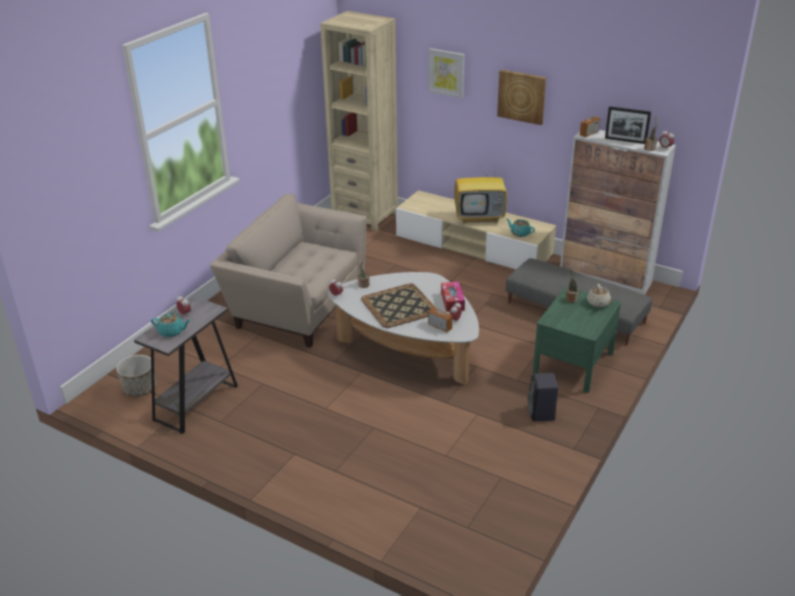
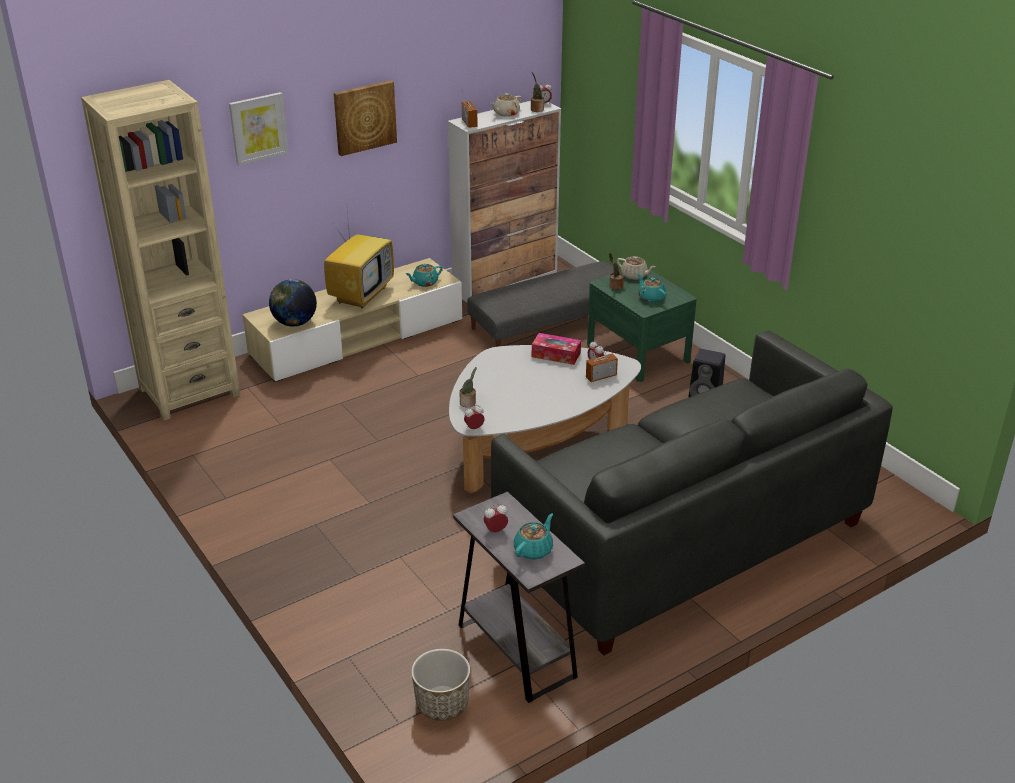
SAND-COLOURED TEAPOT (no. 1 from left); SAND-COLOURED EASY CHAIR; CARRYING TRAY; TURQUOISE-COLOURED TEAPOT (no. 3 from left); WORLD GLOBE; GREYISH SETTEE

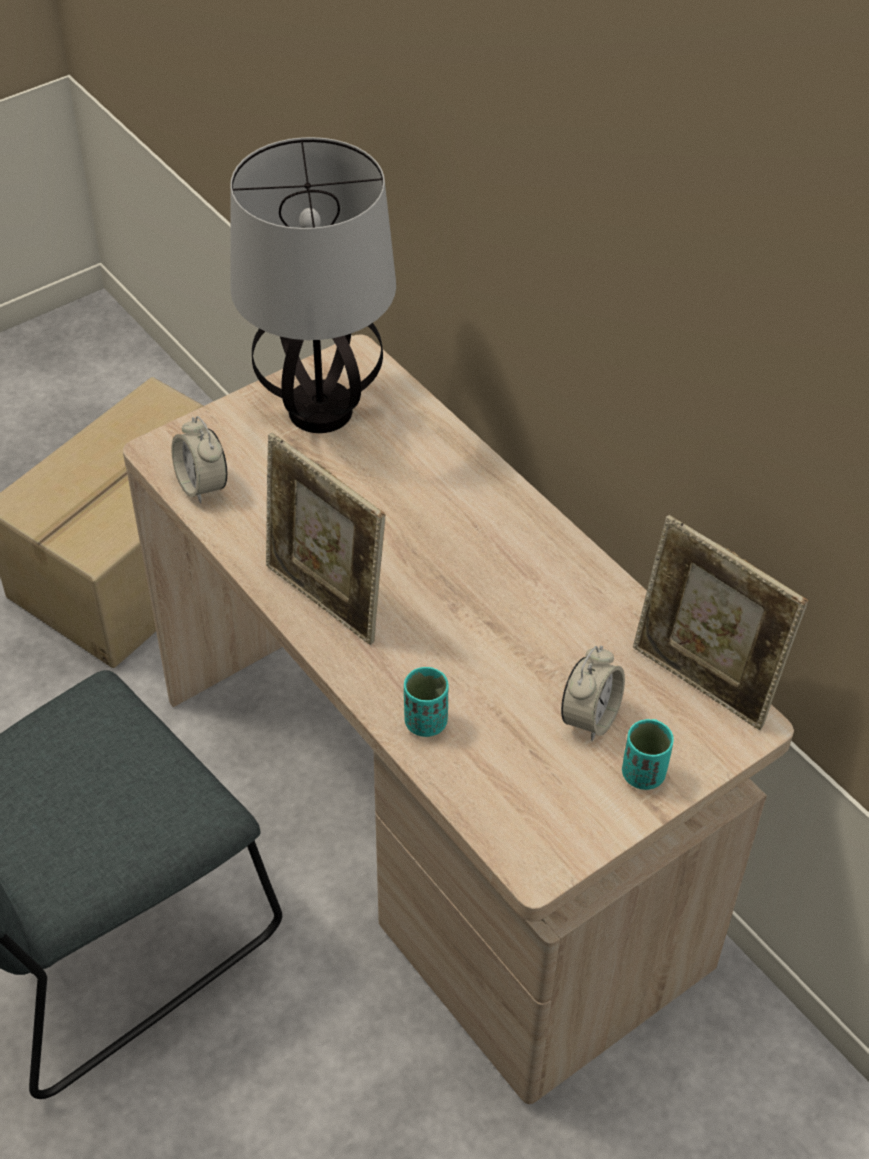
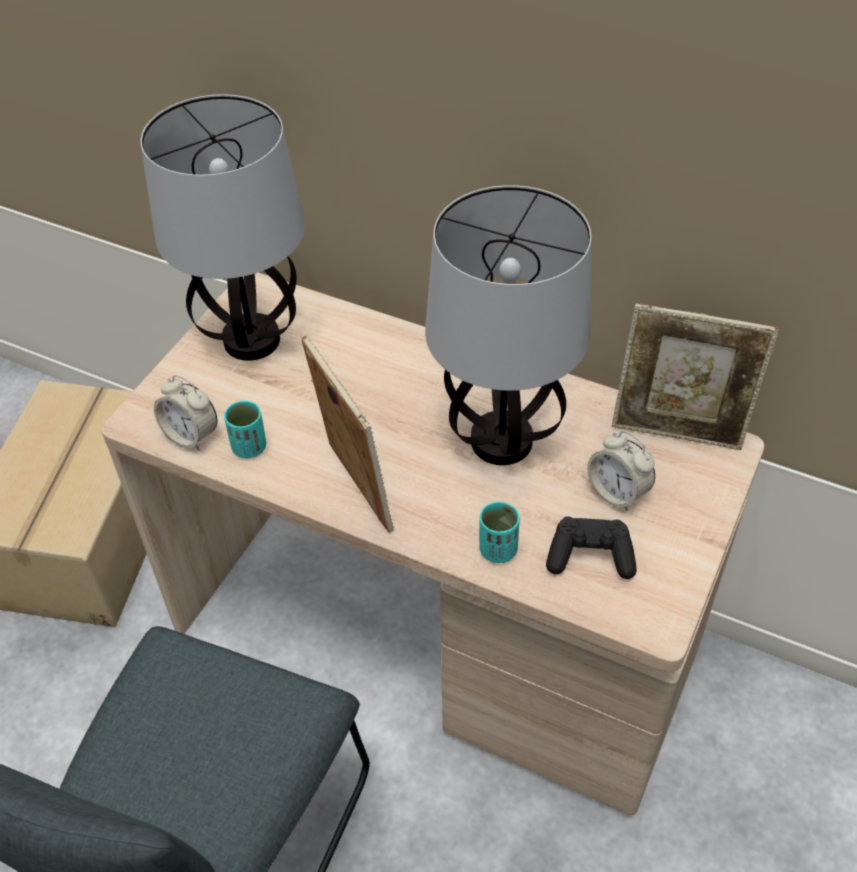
PICTURE FRAME (no. 1 from left); BEDSIDE CLOCK (no. 2 from left); TURQUOISE-COLOURED CUP (no. 1 from left); TABLE LAMP (no. 2 from left); BLACK-COLOURED GAMEPAD

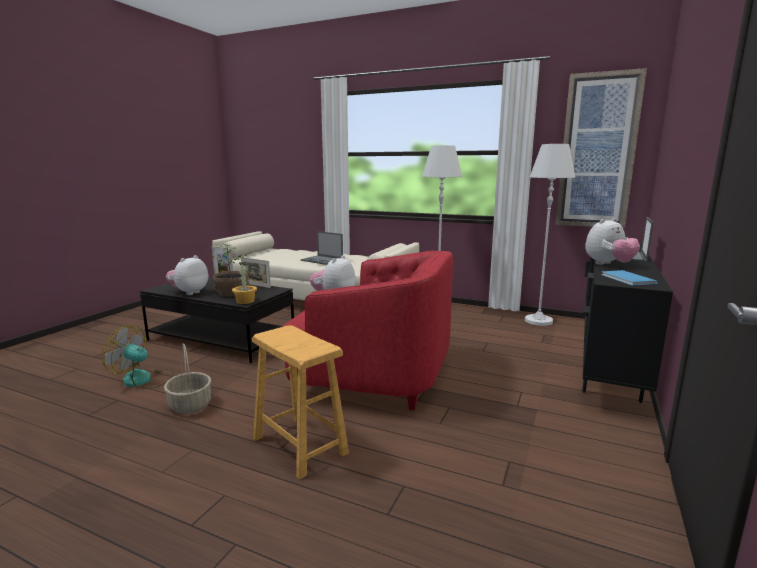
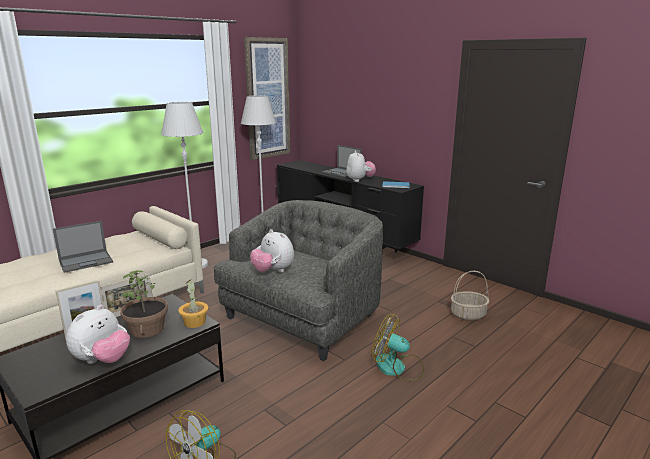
GREYISH EASY CHAIR; CUDDLY TOY (no. 1 from left); COOLING FAN (no. 2 from left); STORAGE BASKET

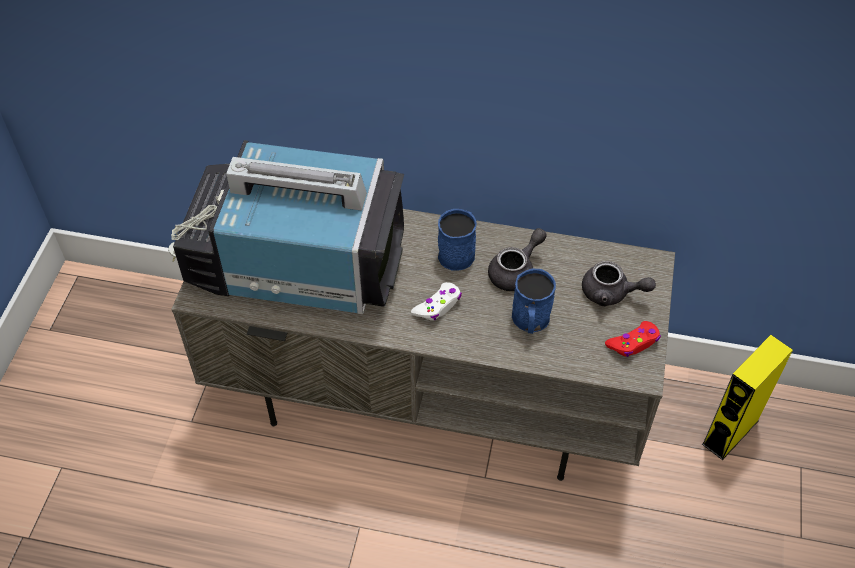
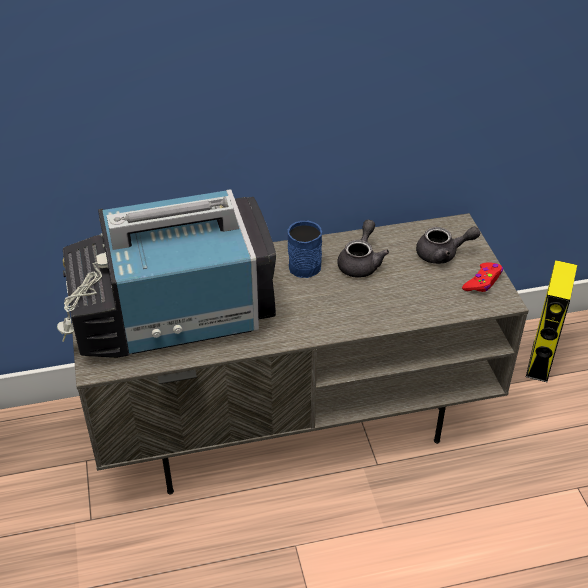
BLUE COFFEE MUG (no. 2 from left in the first image); WHITE GAMEPAD

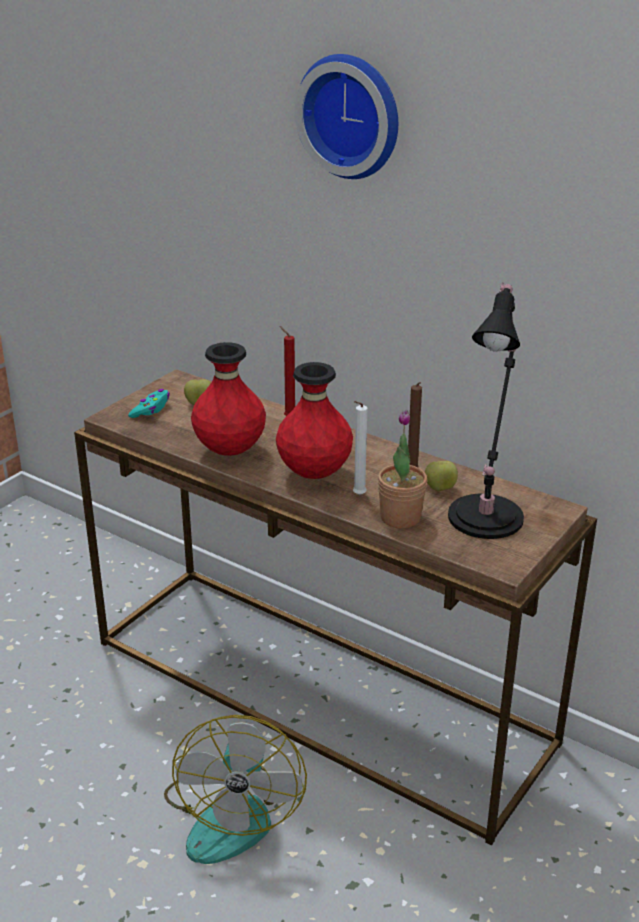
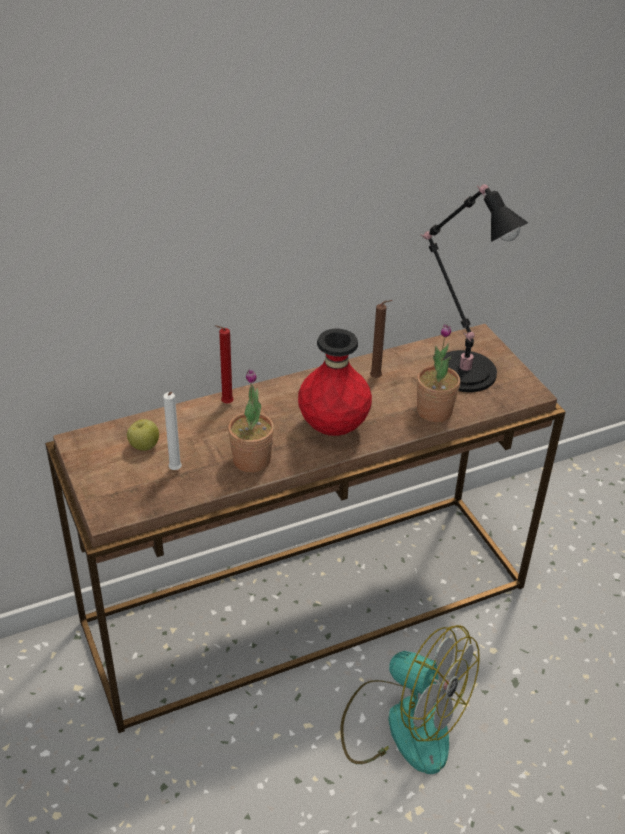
CLOCK ON THE WALL; PLANT IN A POT (no. 1 from left); TURQUOISE-COLOURED GAMEPAD; WHITE WAX CANDLE; APPLE (no. 2 from left in the first image)

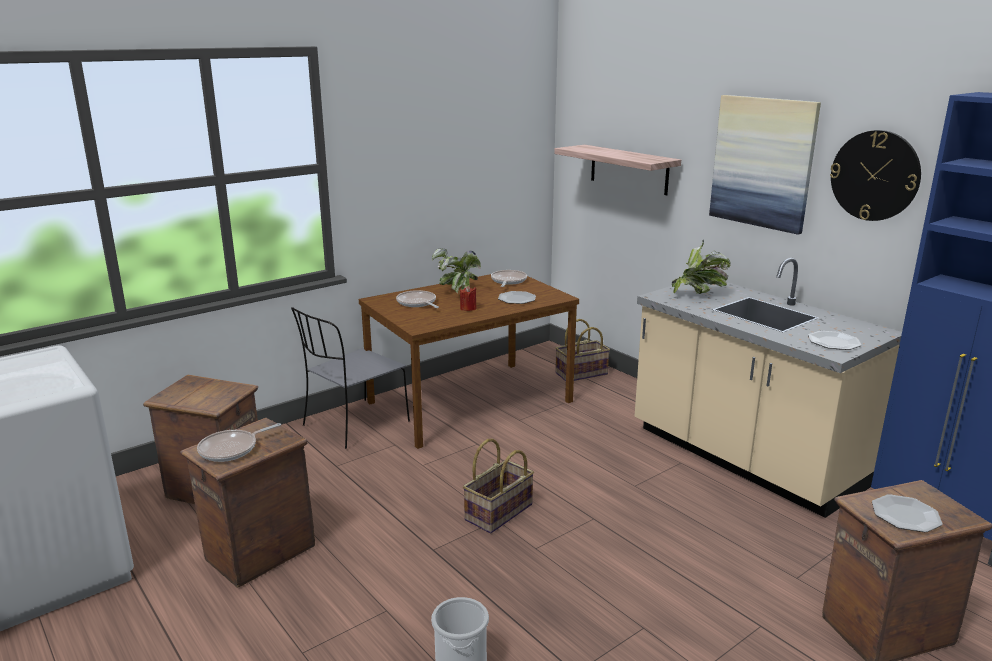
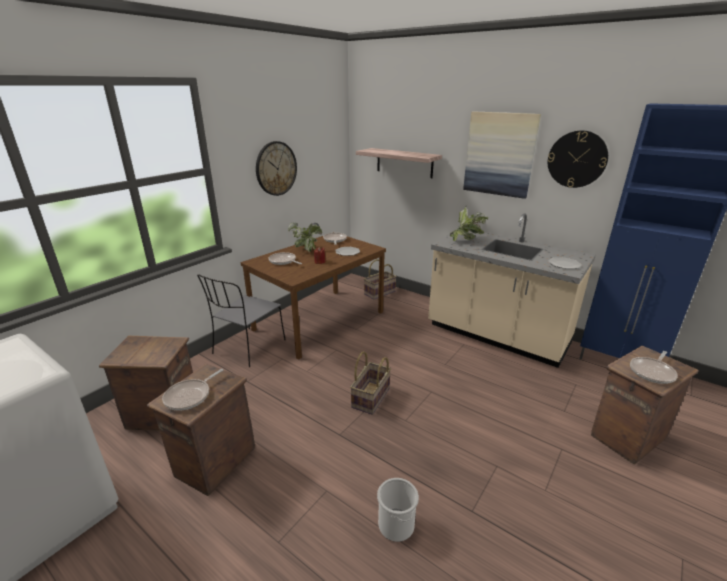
FRYING PAN (no. 4 from left); CLOCK ON THE WALL (no. 1 from left)

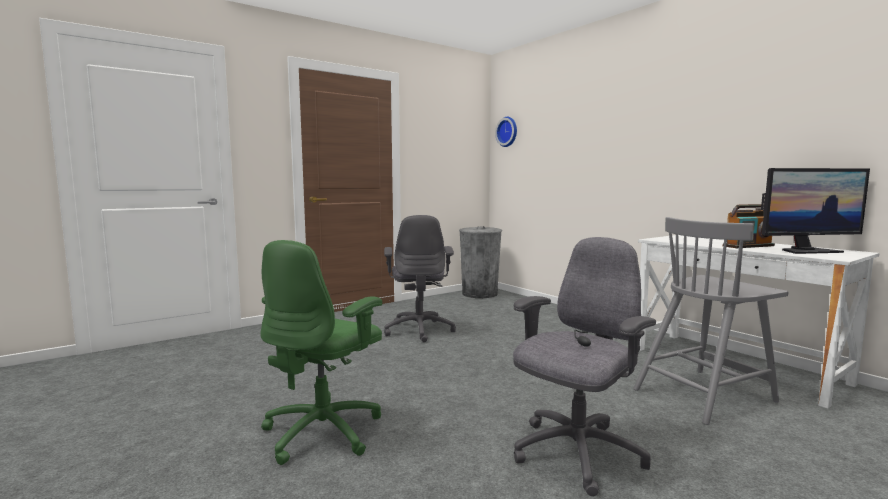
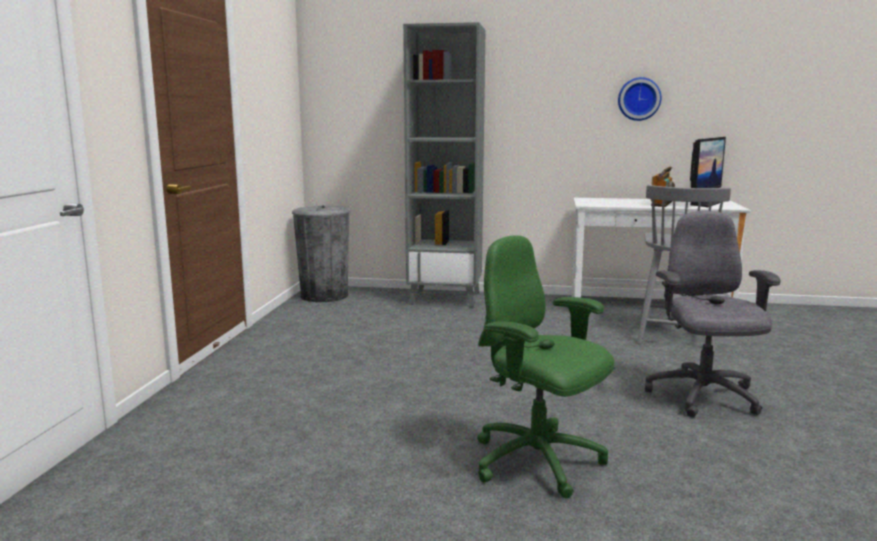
CLOCK ON THE WALL; GREYISH COMPUTER CHAIR (no. 1 from left in the first image); GREEN-COLOURED COMPUTER CHAIR; GREYISH SHELVING UNIT

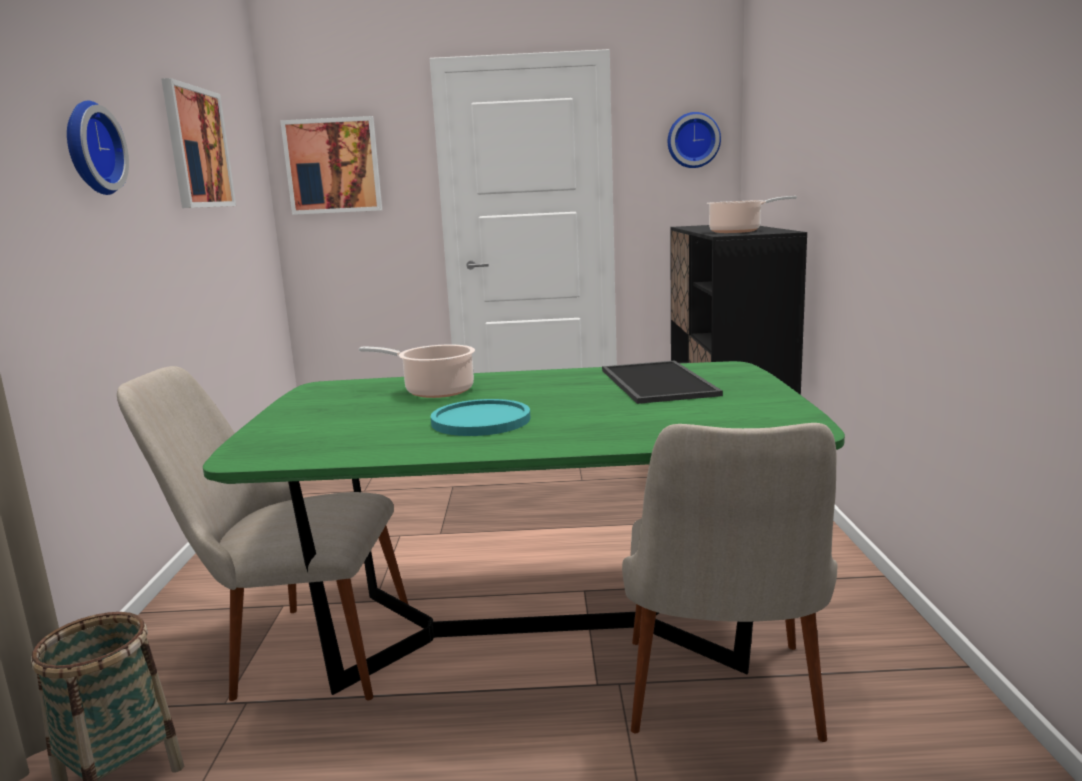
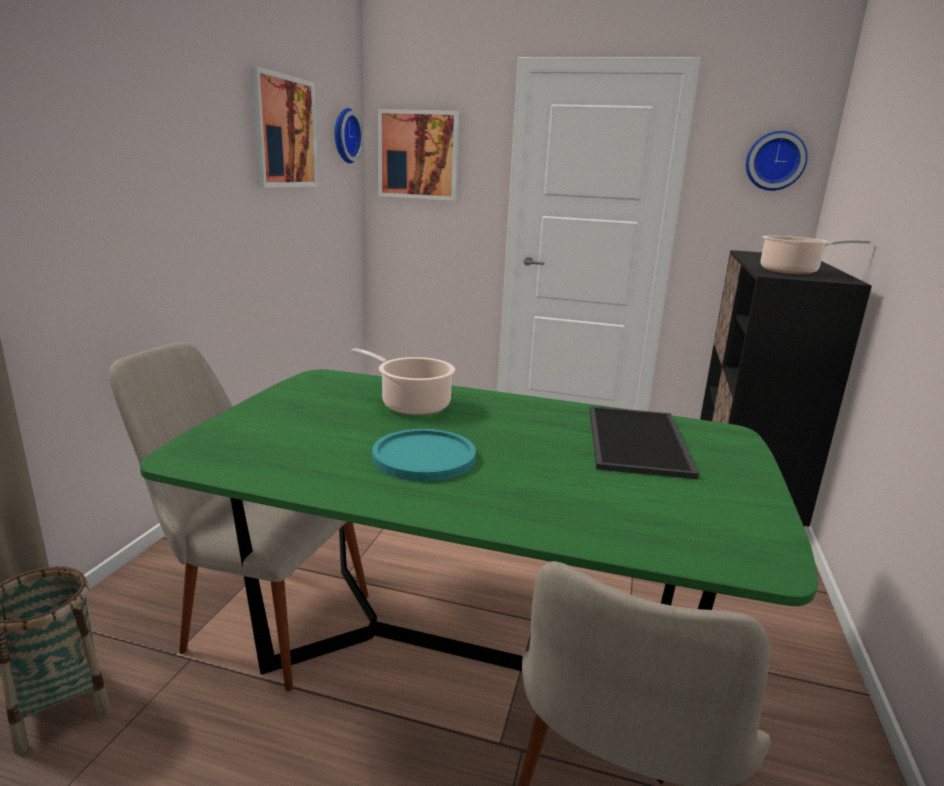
CLOCK ON THE WALL (no. 1 from left)

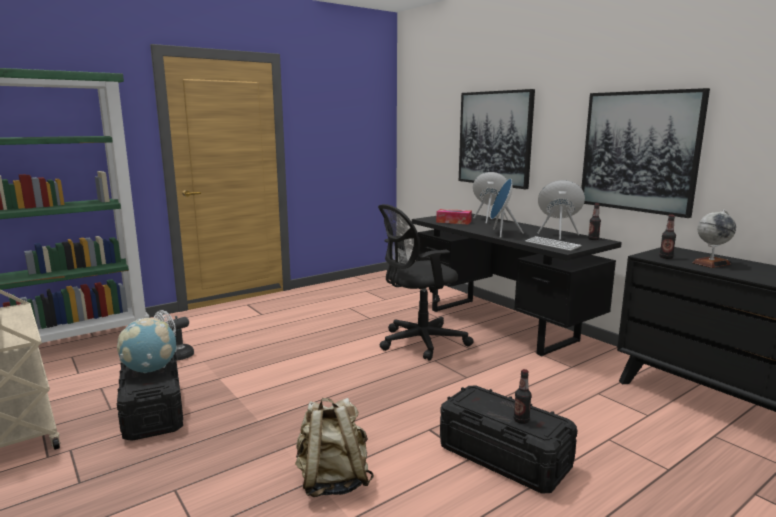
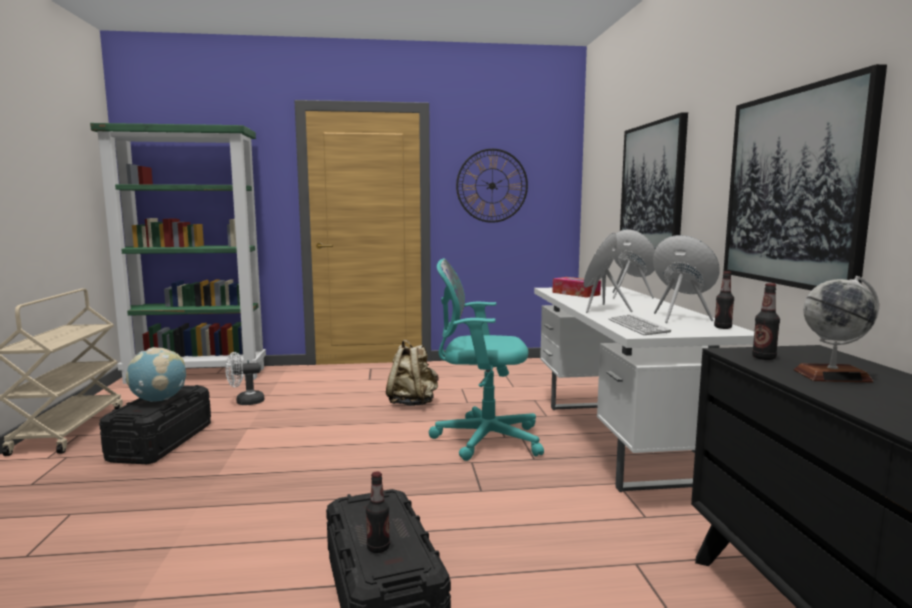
TURQUOISE-COLOURED COMPUTER CHAIR; WHITE DESK TABLE; SAND-COLOURED KNAPSACK; CLOCK ON THE WALL

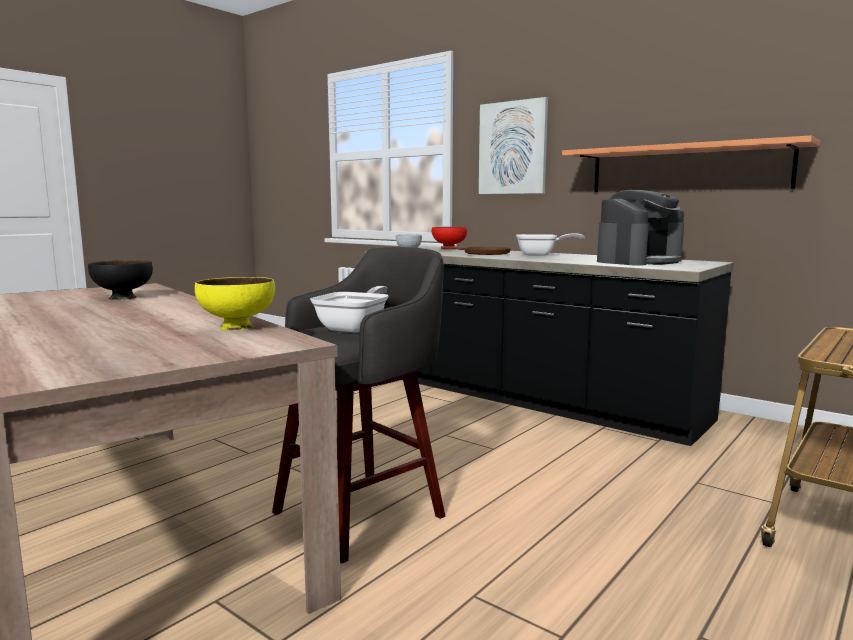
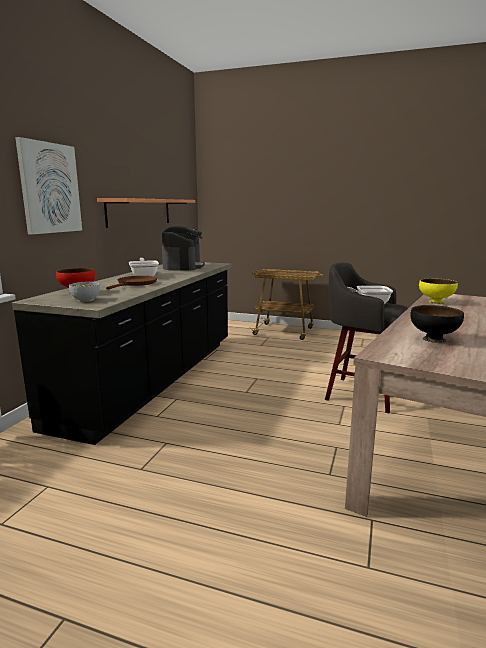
COFFEE MACHINE

